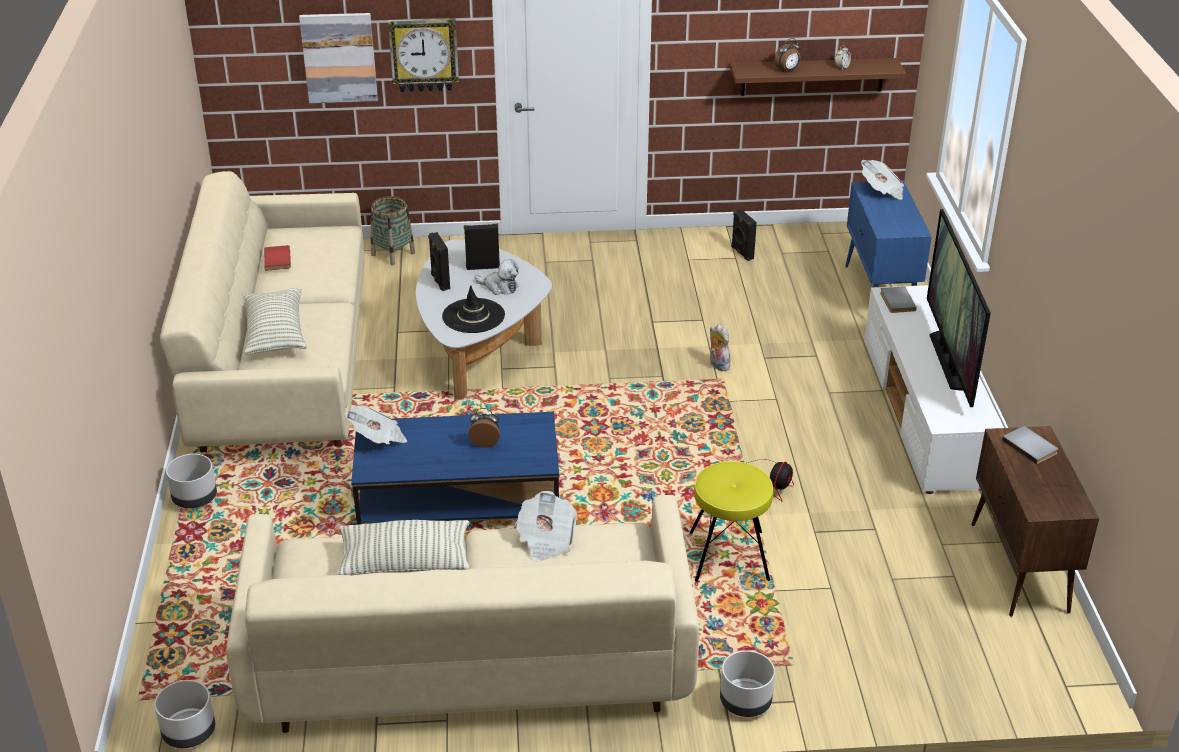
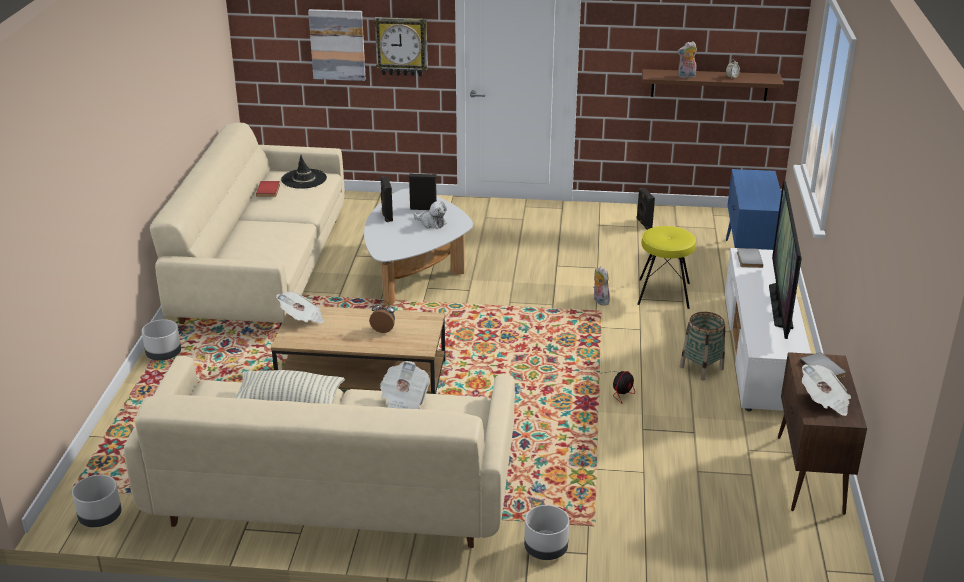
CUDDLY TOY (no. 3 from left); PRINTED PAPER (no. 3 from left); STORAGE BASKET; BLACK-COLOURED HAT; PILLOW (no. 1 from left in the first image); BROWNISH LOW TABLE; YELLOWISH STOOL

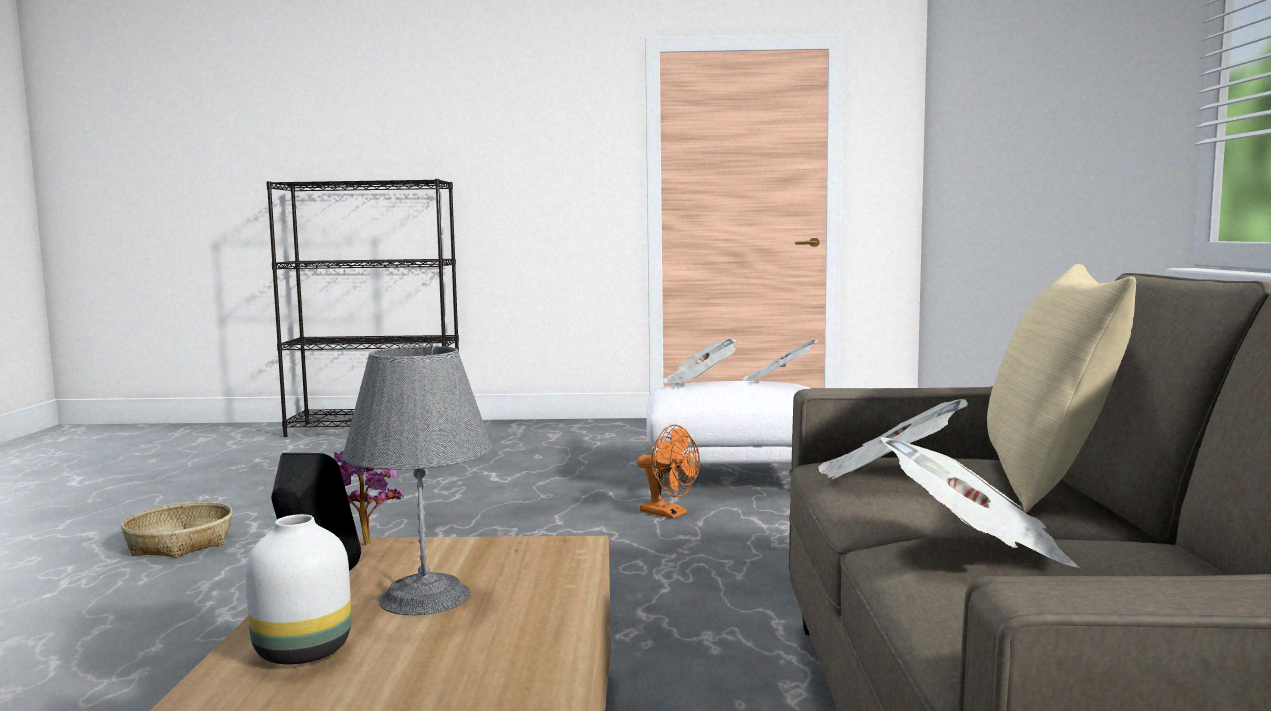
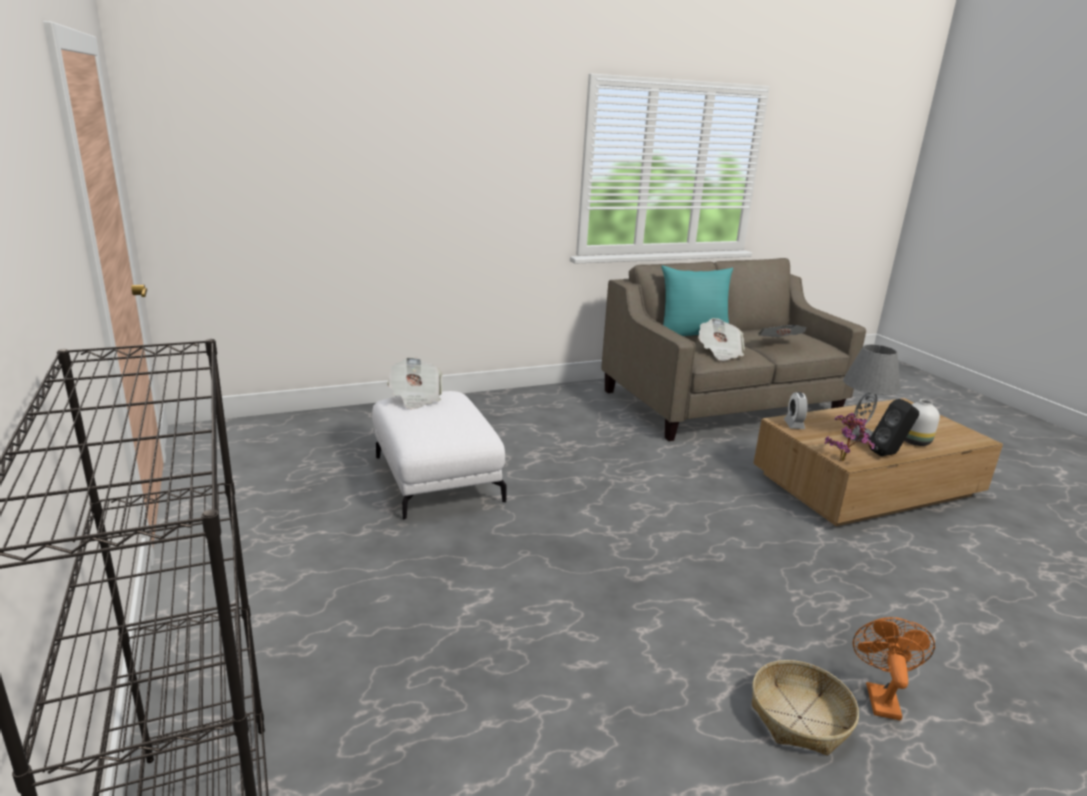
TURQUOISE-COLOURED PILLOW; PRINTED PAPER (no. 1 from left in the first image); ORANGE COOLING FAN; BEDSIDE CLOCK

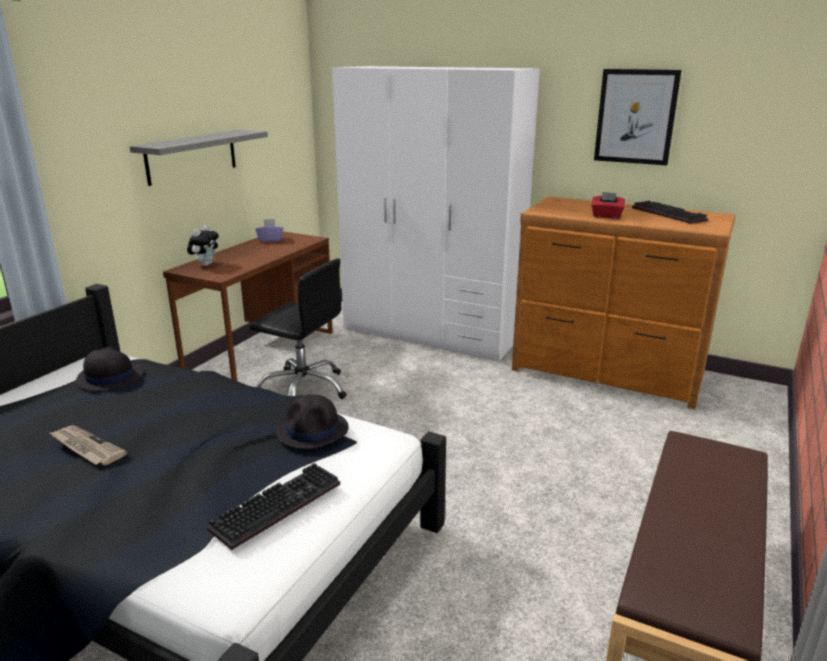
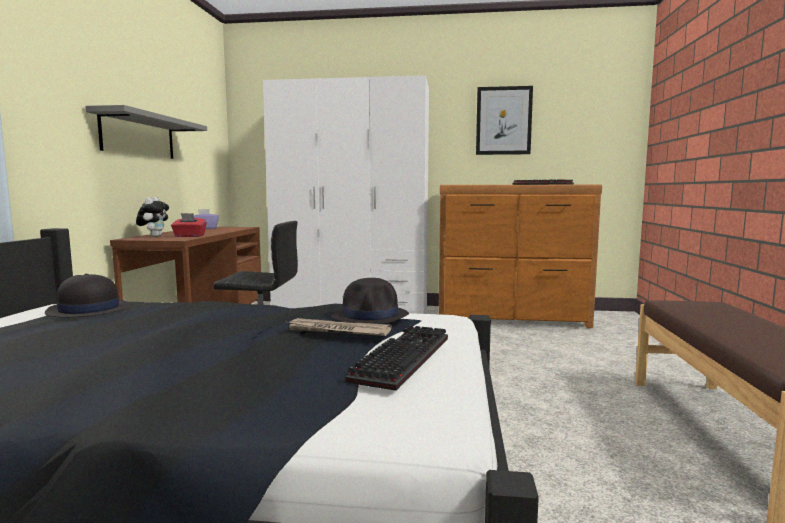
RED TISSUE BOX; PRINTED PAPER

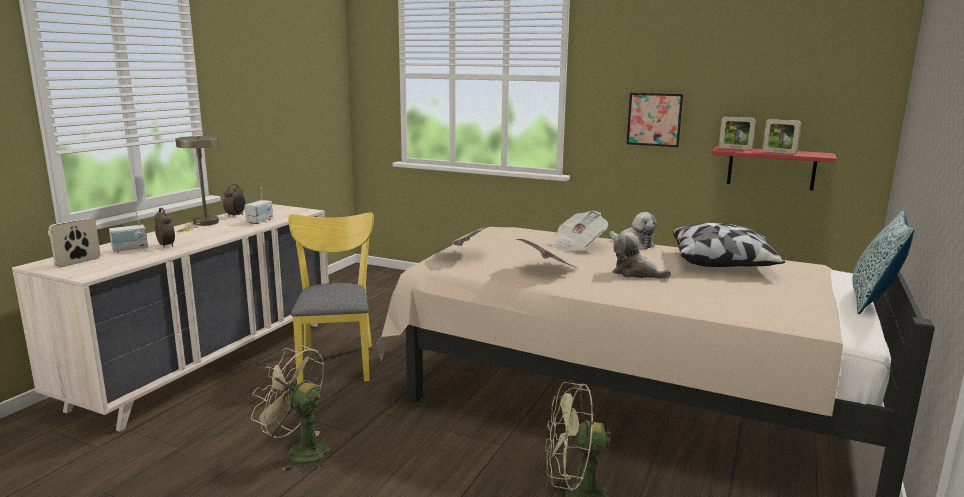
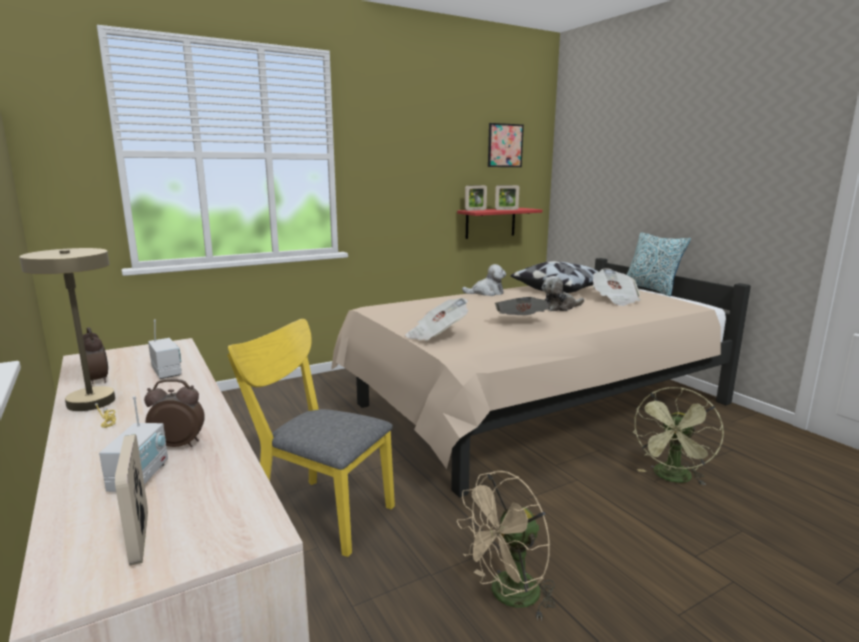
PICTURE; PRINTED PAPER (no. 3 from left)

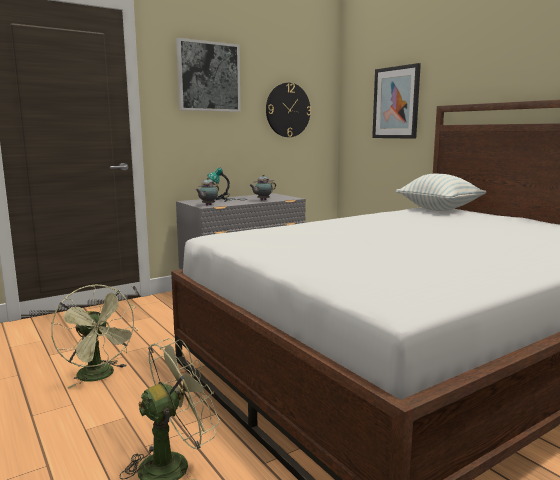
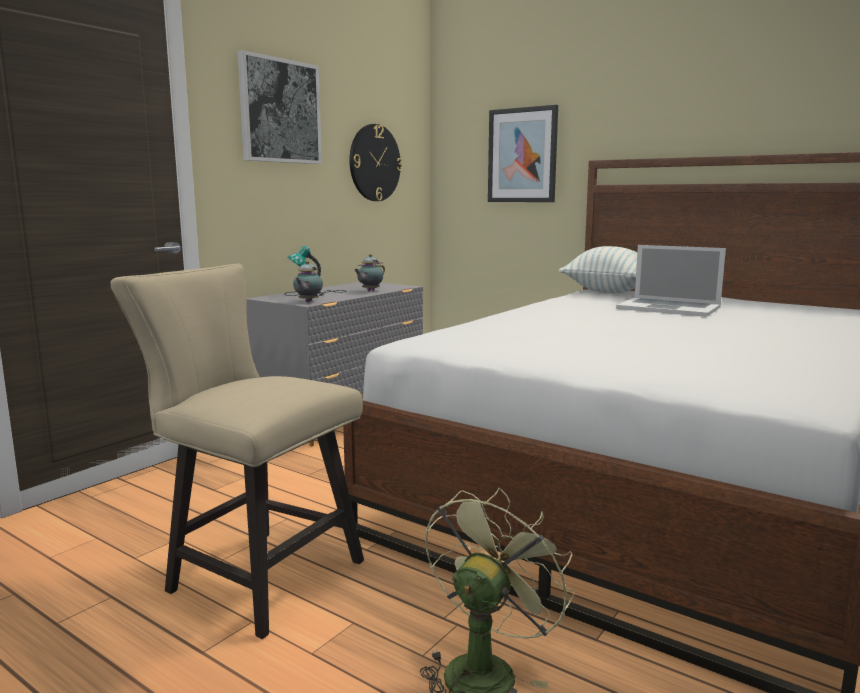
SAND-COLOURED PLAIN CHAIR; PORTABLE COMPUTER

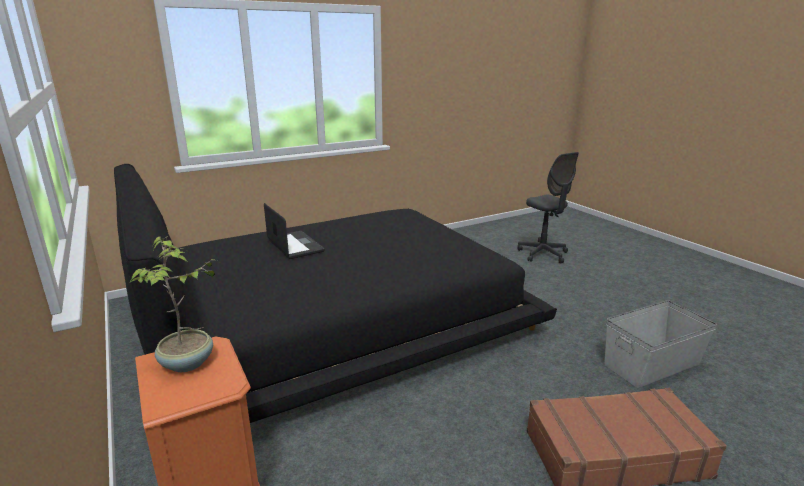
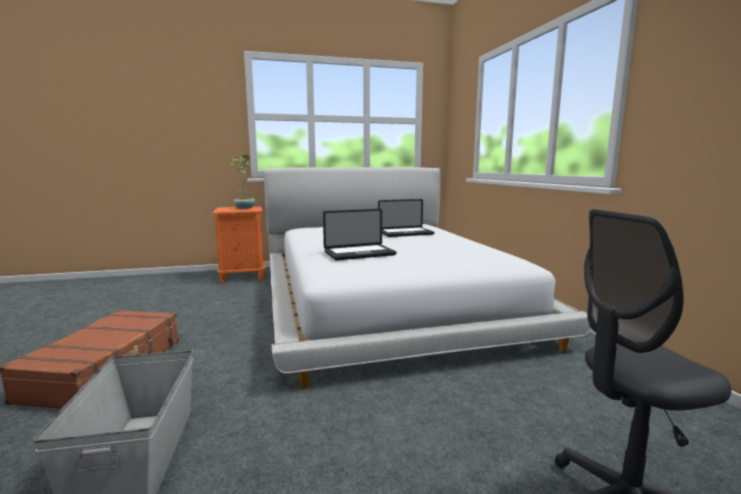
WHITE BEDROOM BED; PORTABLE COMPUTER (no. 1 from left)

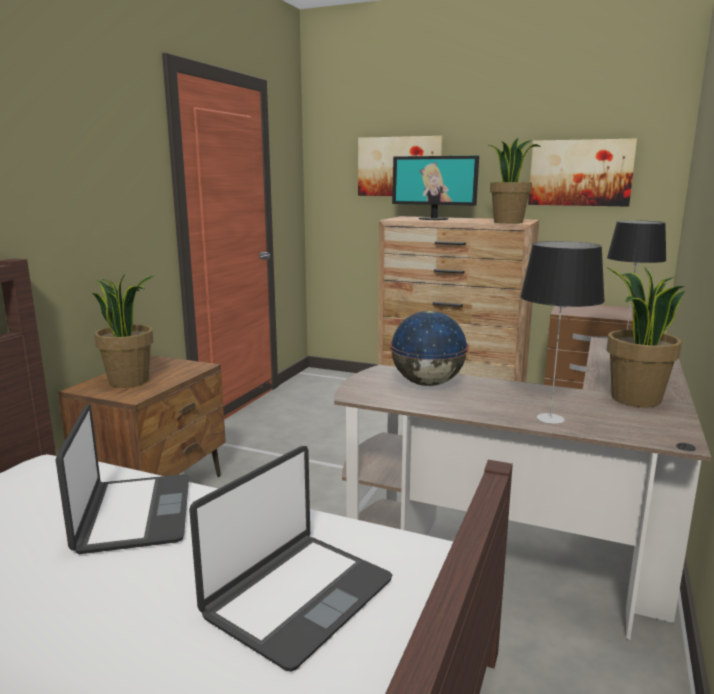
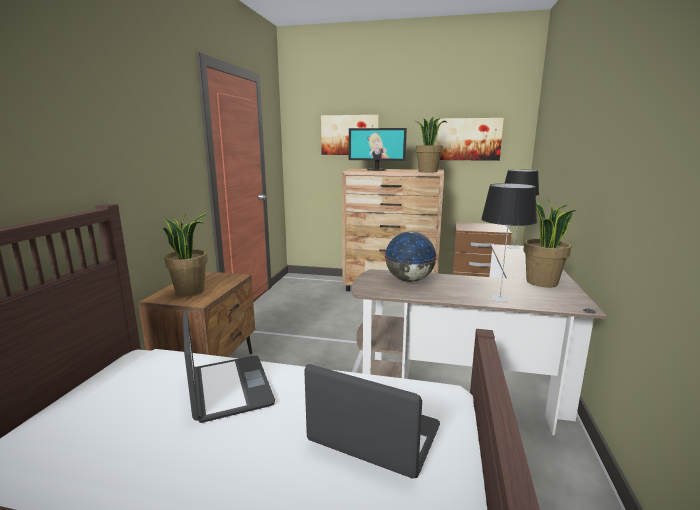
PORTABLE COMPUTER (no. 2 from left)

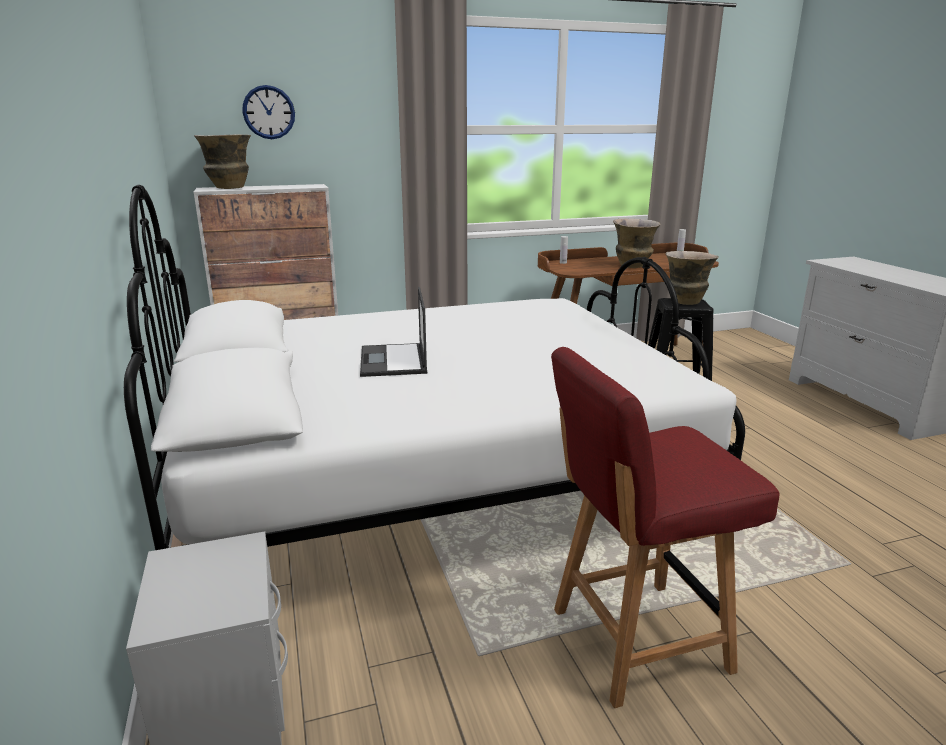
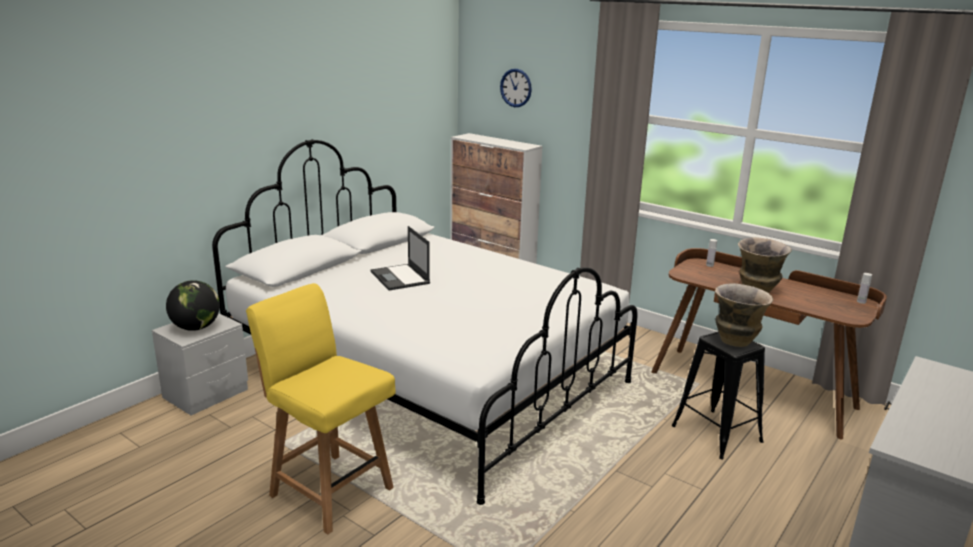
VASE (no. 1 from left in the first image); PORTABLE COMPUTER; YELLOWISH PLAIN CHAIR; WORLD GLOBE

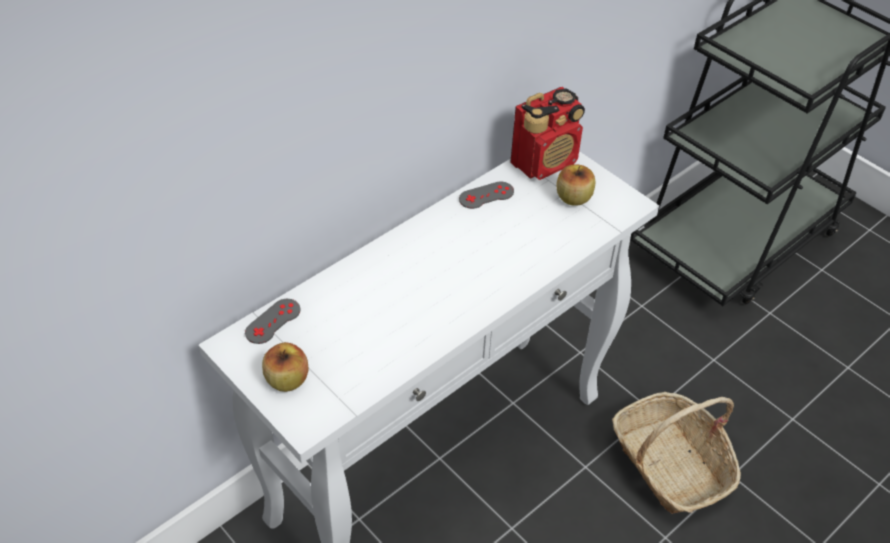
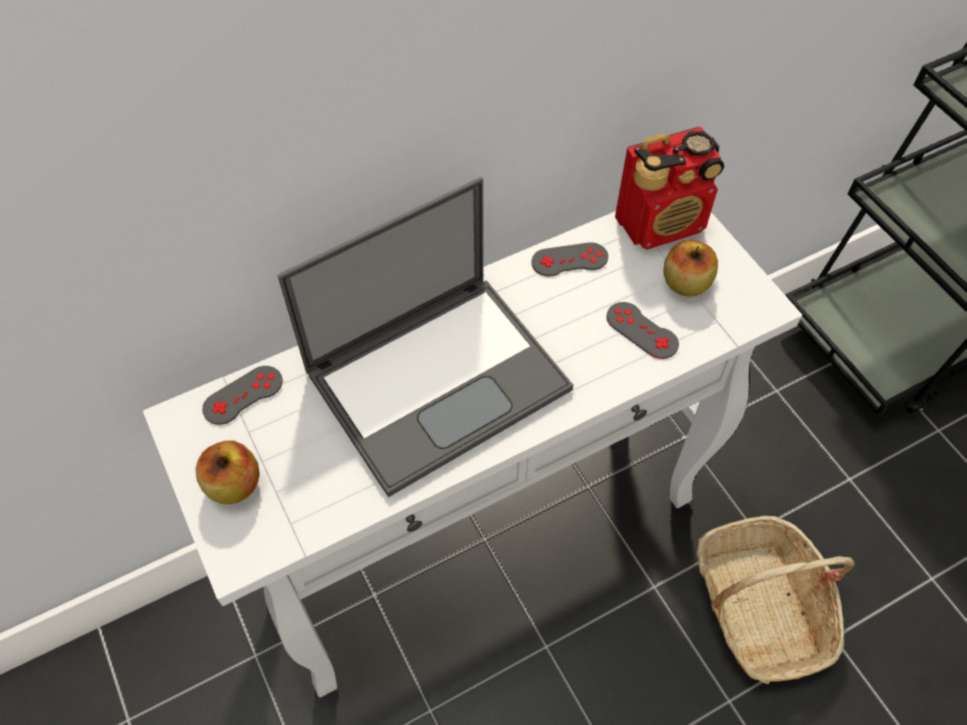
PORTABLE COMPUTER; GREYISH GAMEPAD (no. 3 from left)

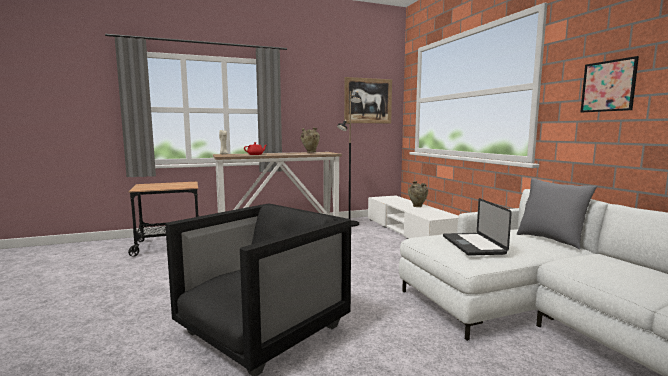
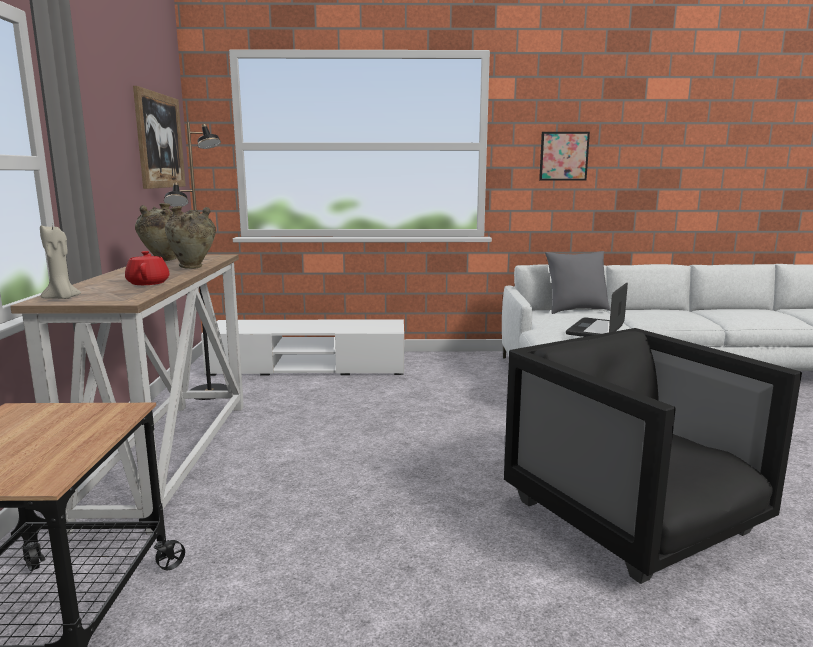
SAND-COLOURED VASE (no. 2 from left); PORTABLE COMPUTER

